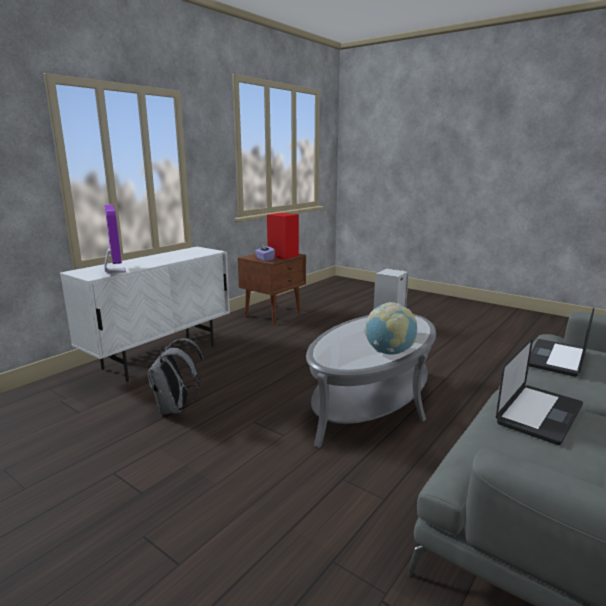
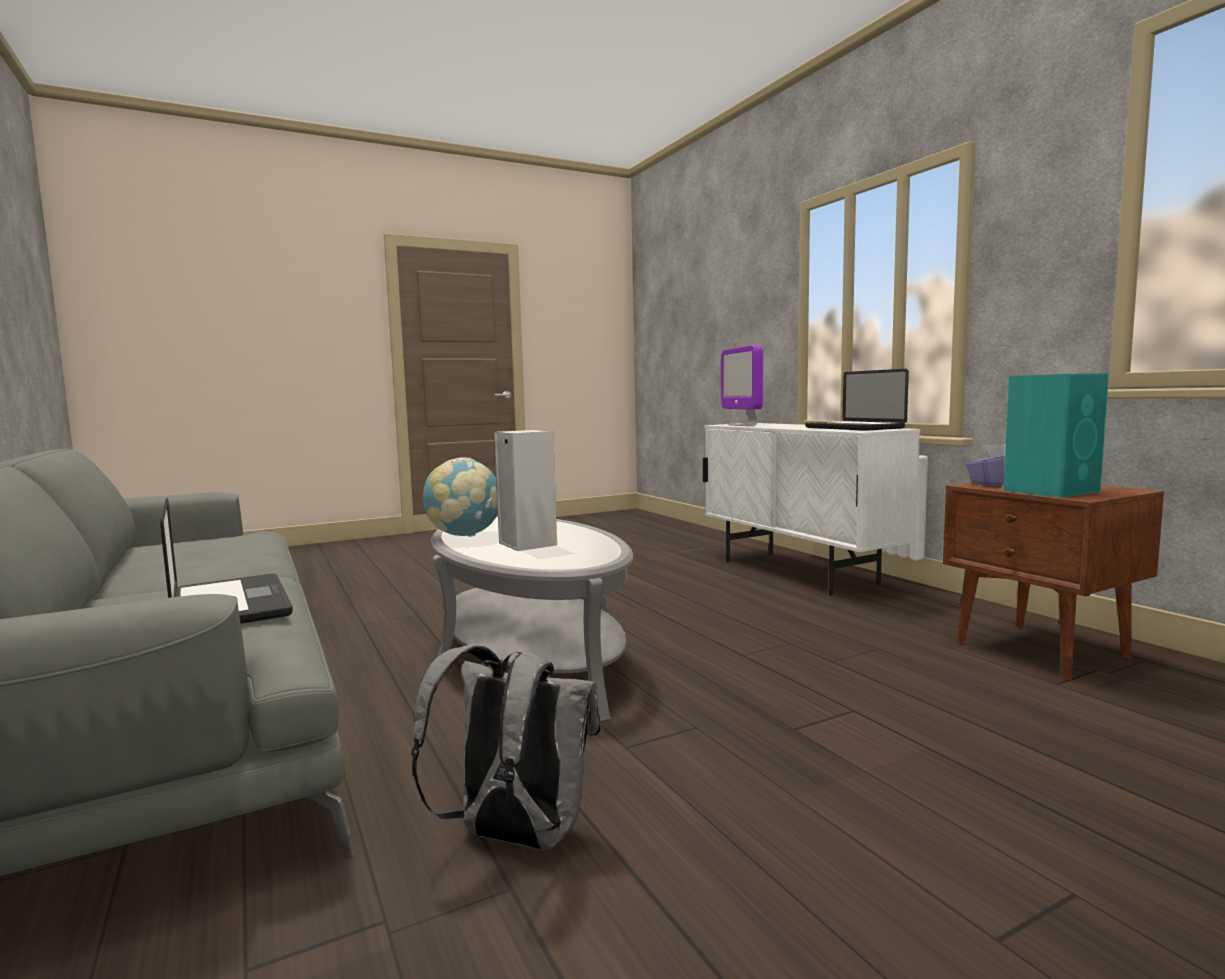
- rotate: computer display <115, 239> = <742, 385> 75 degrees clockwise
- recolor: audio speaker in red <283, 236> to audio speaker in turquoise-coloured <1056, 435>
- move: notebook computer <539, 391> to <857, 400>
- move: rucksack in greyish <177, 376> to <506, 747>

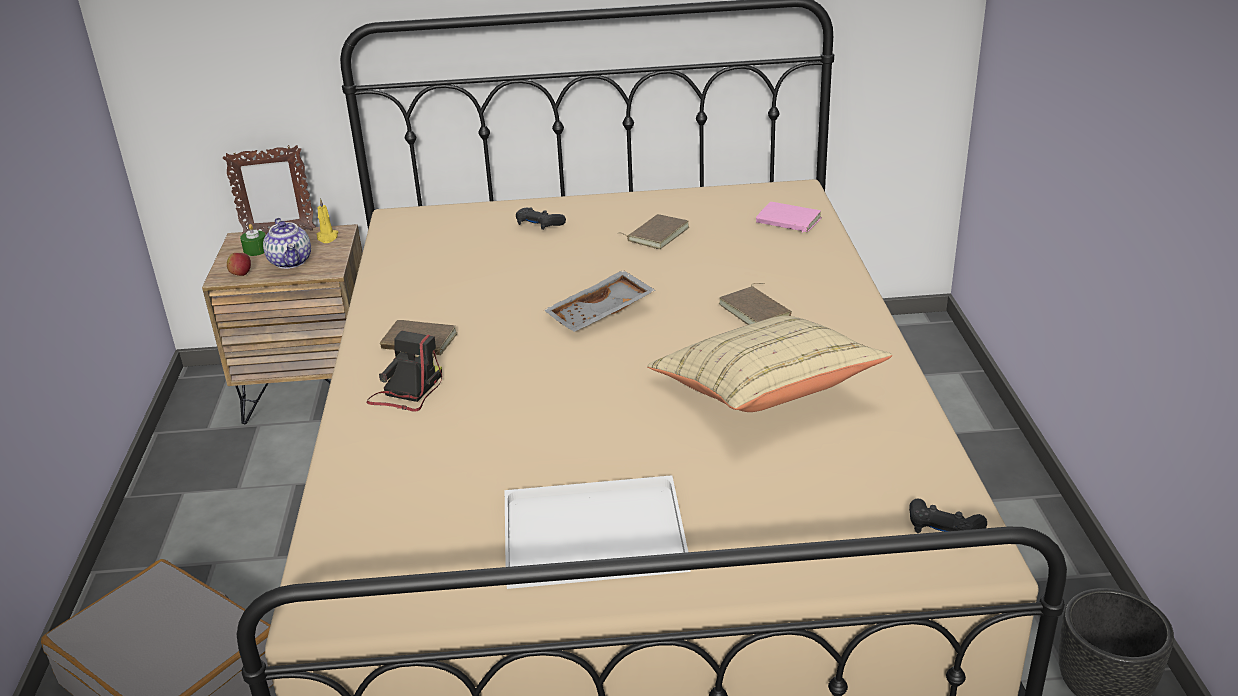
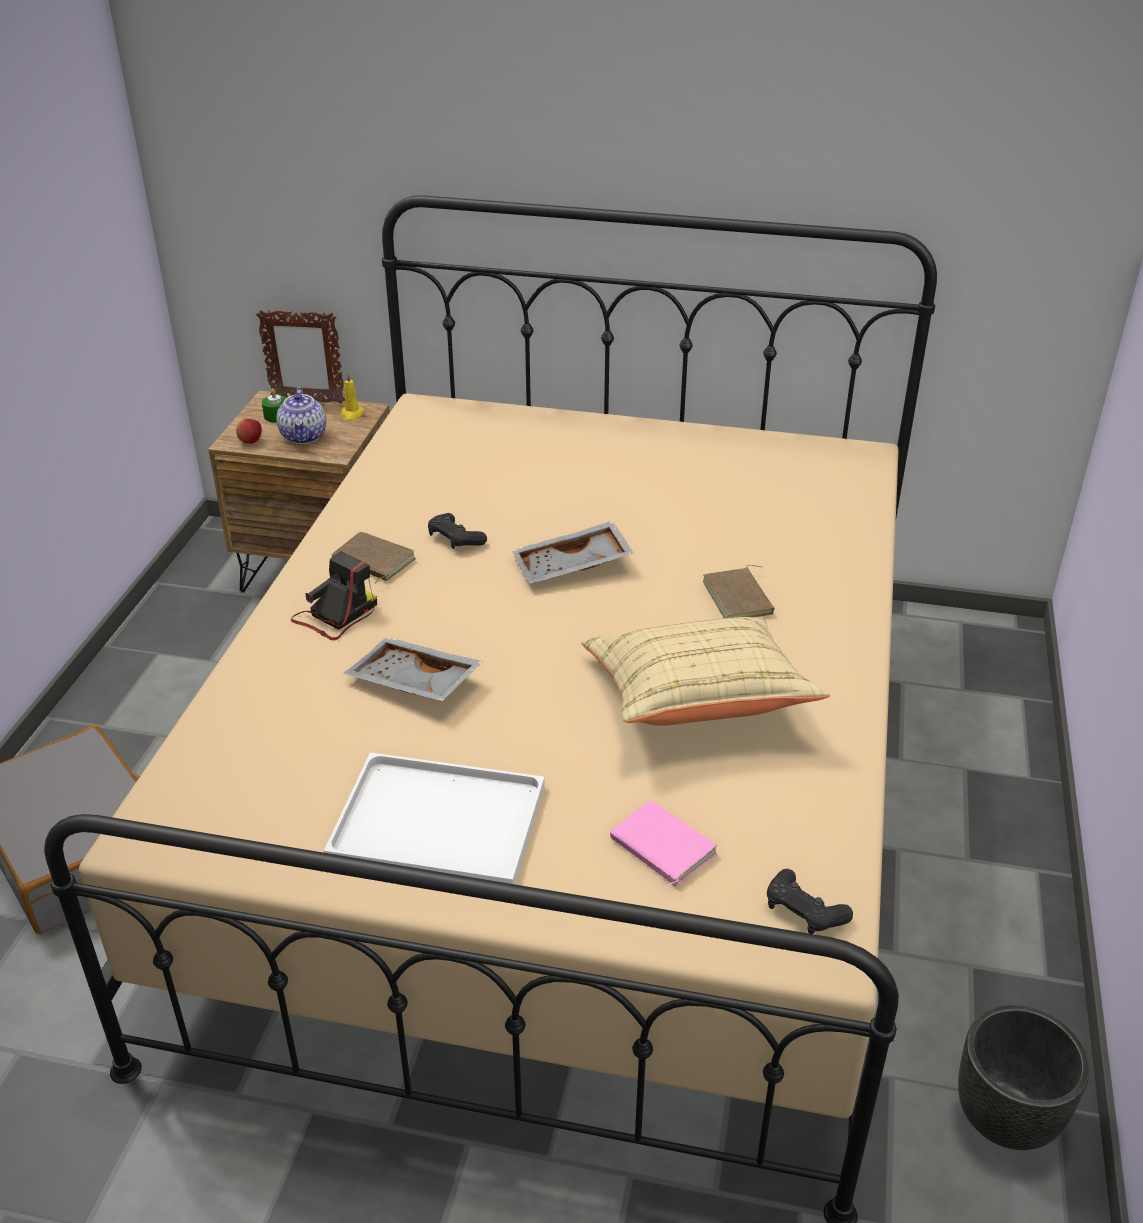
- move: volume in pinkish <789, 217> to <663, 846>
- move: joypad in blackish <541, 219> to <457, 531>
- delete: volume in brown <655, 231>
- insert: serving tray in greyish <413, 669>

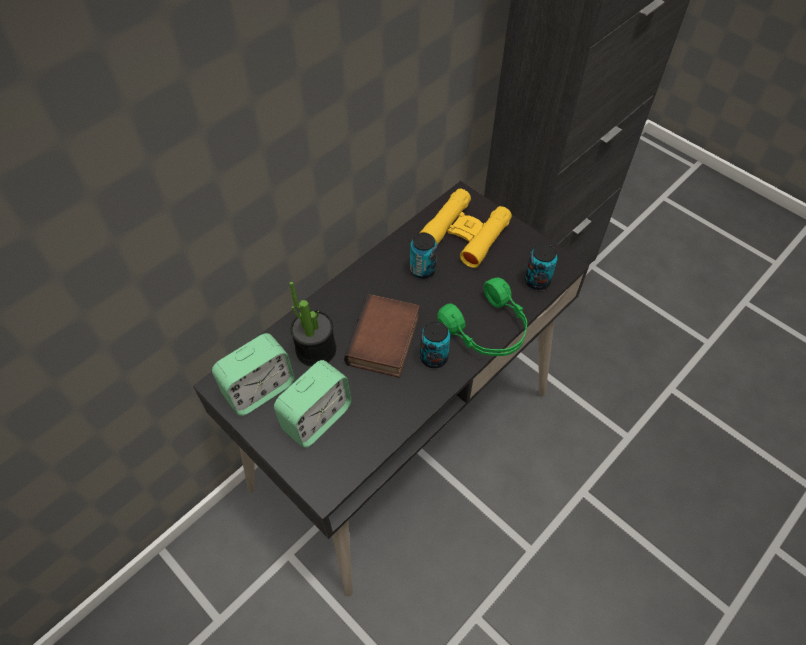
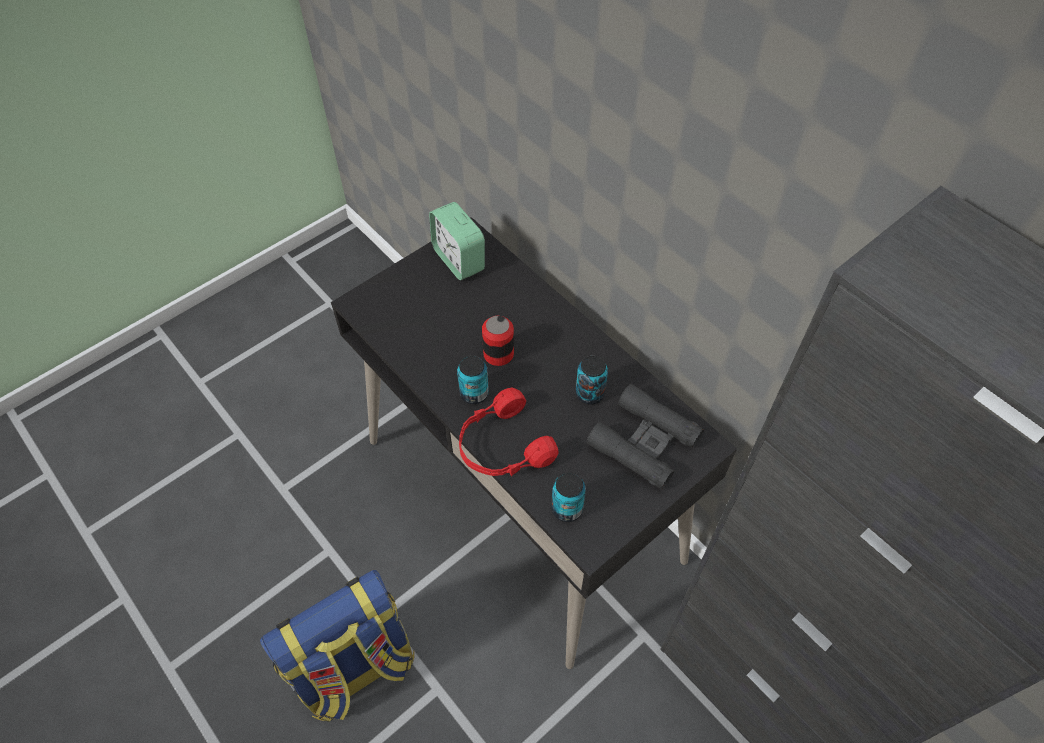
- recolor: binoculars in yellow-coloured <466, 228> to binoculars in blackish <645, 436>
- recolor: headphones in greenish <482, 317> to headphones in red <508, 432>
- delete: plant in a pot <313, 324>
- replace: volume <382, 336> to can <498, 341>
- delete: bedside clock <313, 404>
- insert: rucksack <337, 646>

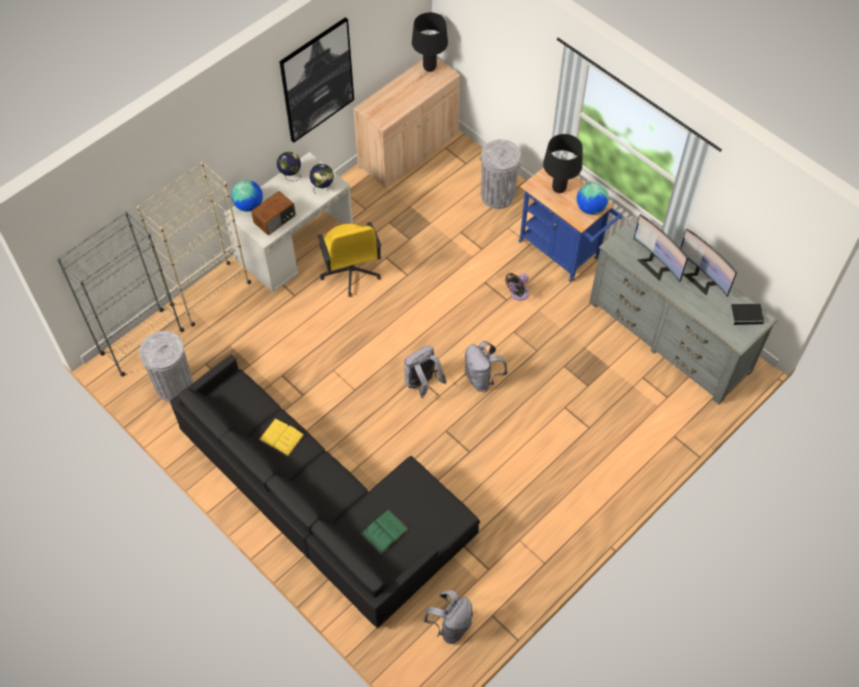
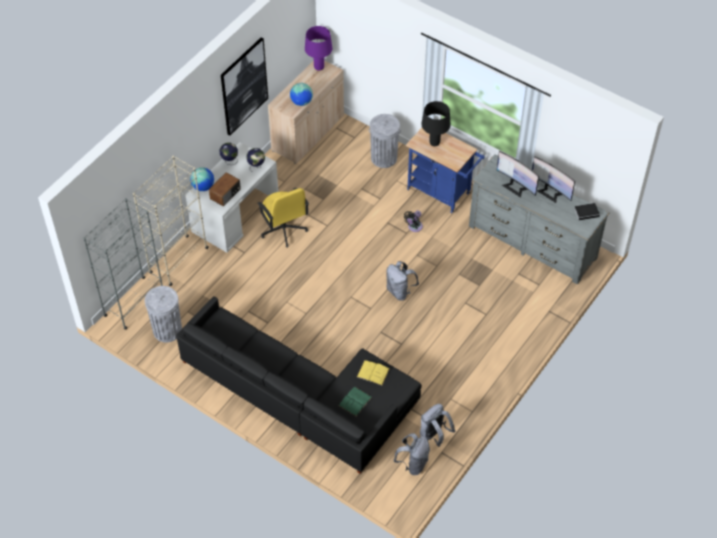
- recolor: lamp for a table in blackish <430, 42> to lamp for a table in purple <318, 48>
- move: desk globe <593, 199> to <301, 94>
- move: rucksack in greyish <425, 372> to <438, 425>
- move: volume in yellow-coloured <281, 437> to <373, 372>

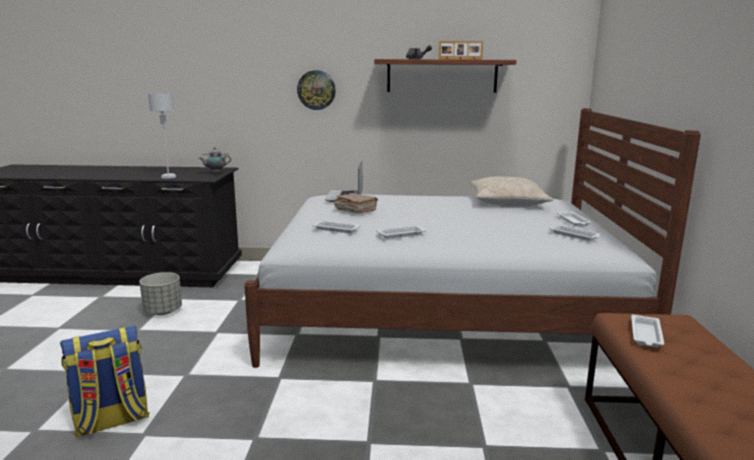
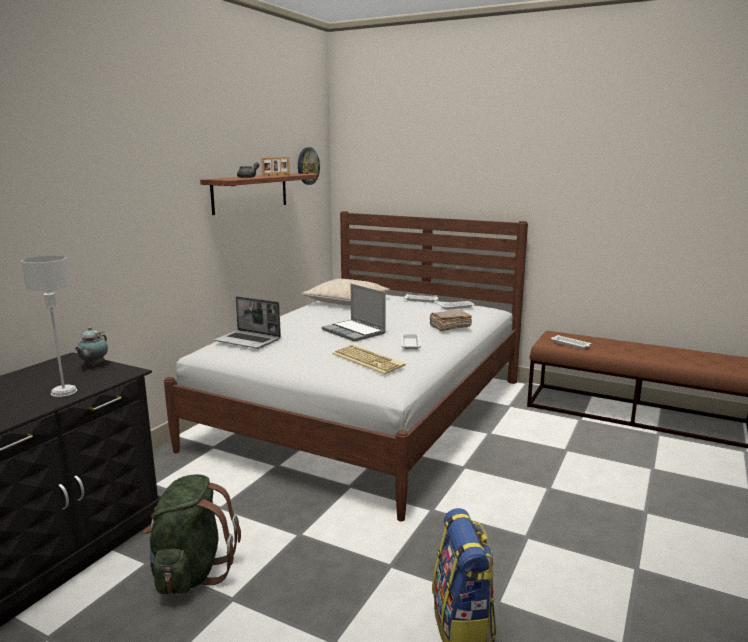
- move: clock on the wall <316, 90> to <309, 166>
- move: volume in brown <356, 203> to <451, 320>
- replace: serving tray in whitish <337, 227> to computer keyboard <369, 359>
- replace: plant pot in greyish <161, 293> to rucksack in greenish <192, 534>
- insert: notebook computer <354, 313>

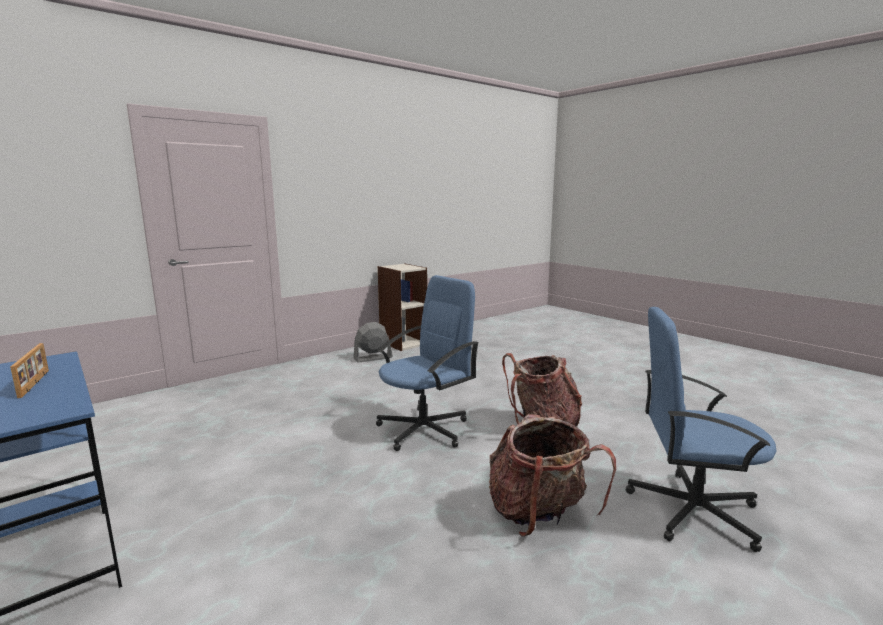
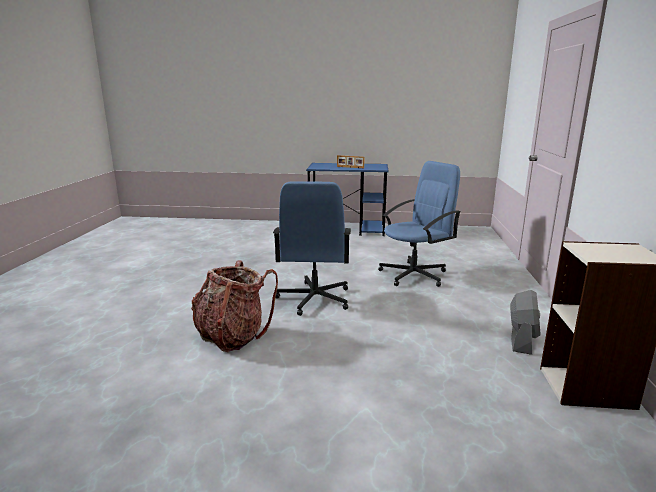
- move: office chair in blue <701, 429> to <419, 224>
- delete: rucksack <552, 475>

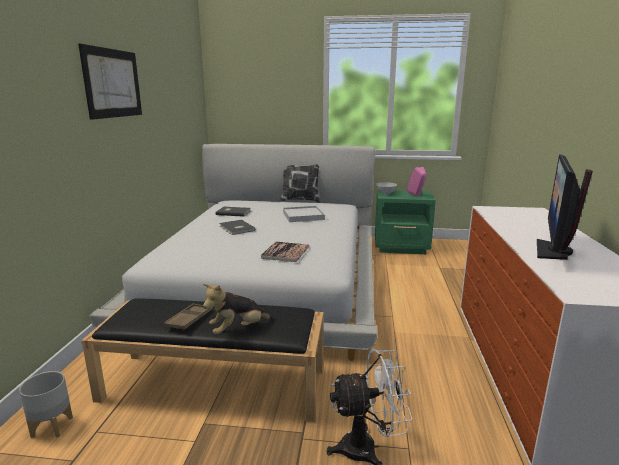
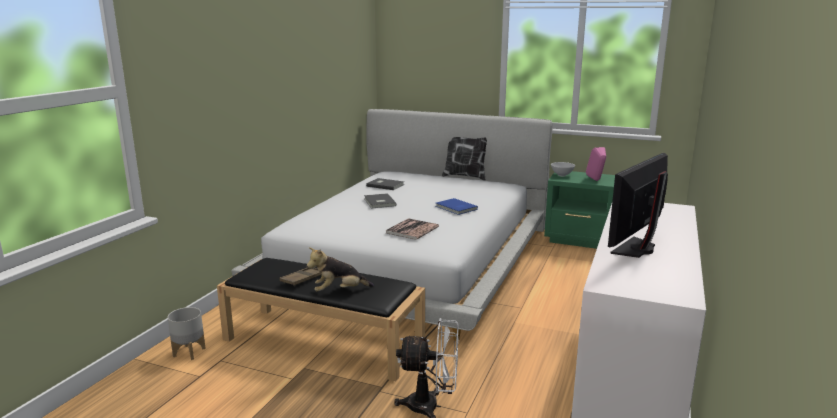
- delete: picture <110, 82>
- delete: serving tray in whitish <304, 214>
- insert: volume in blue <457, 206>

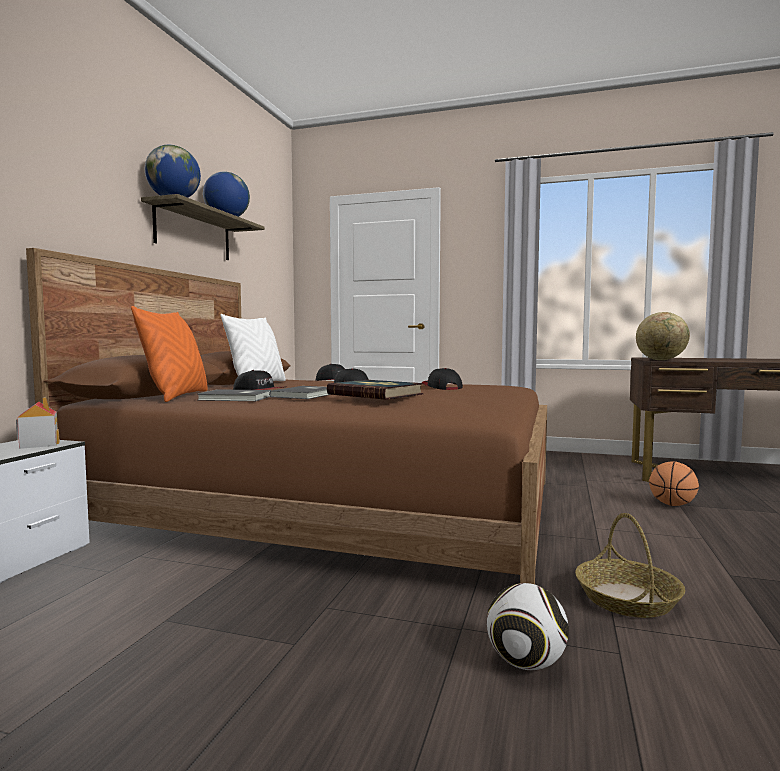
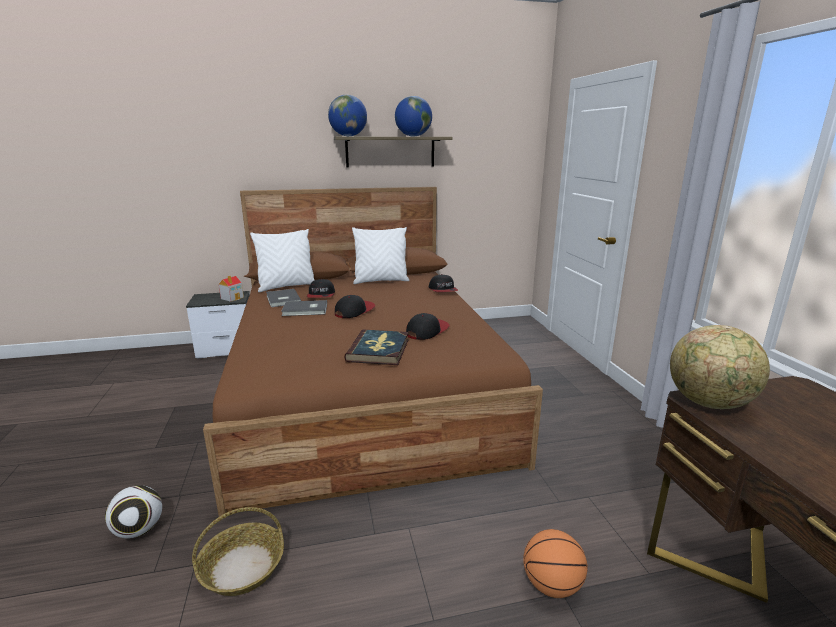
- recolor: throw pillow in orange-coloured <169, 354> to throw pillow in whitish <282, 260>
- move: volume <375, 390> to <376, 347>

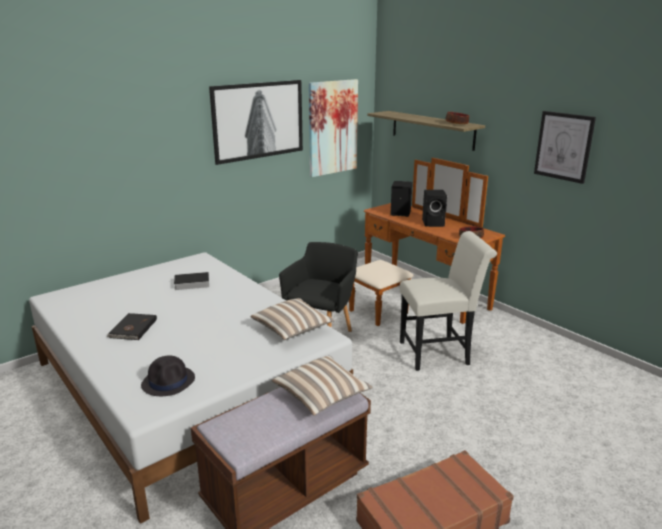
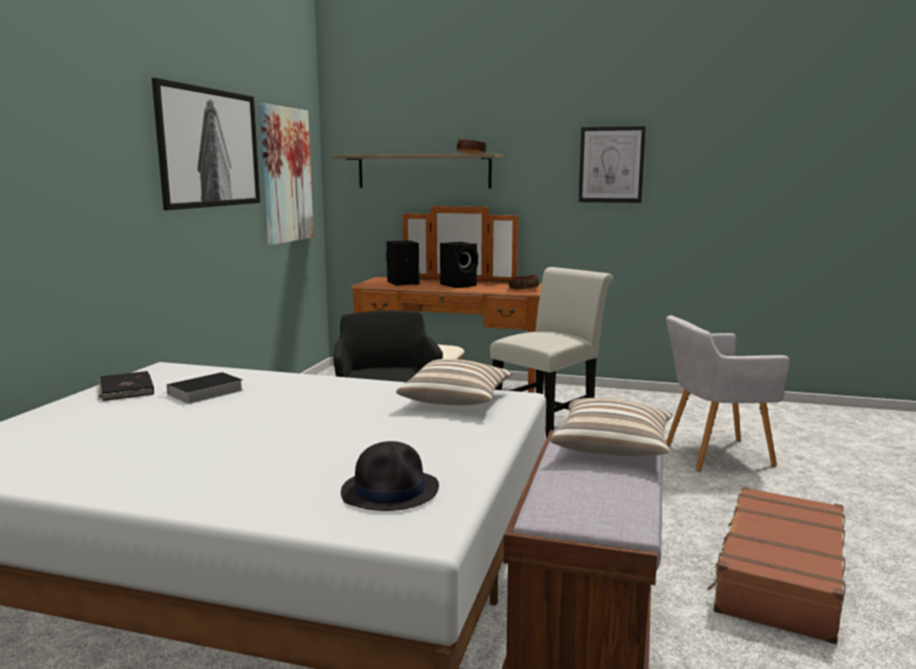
- move: volume in blackish <131, 326> to <126, 386>
- insert: armchair in greyish <728, 393>

